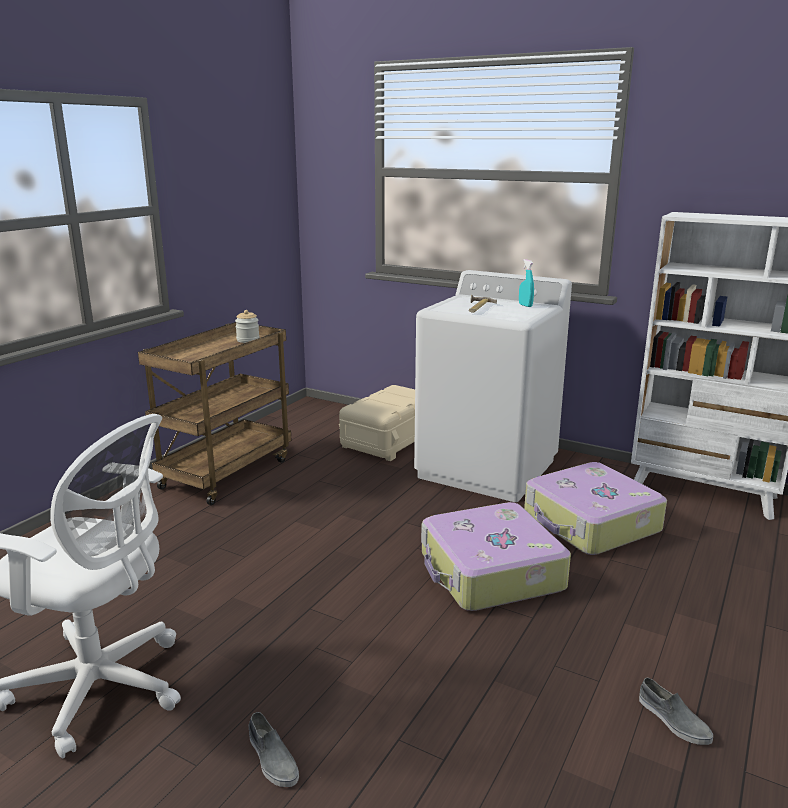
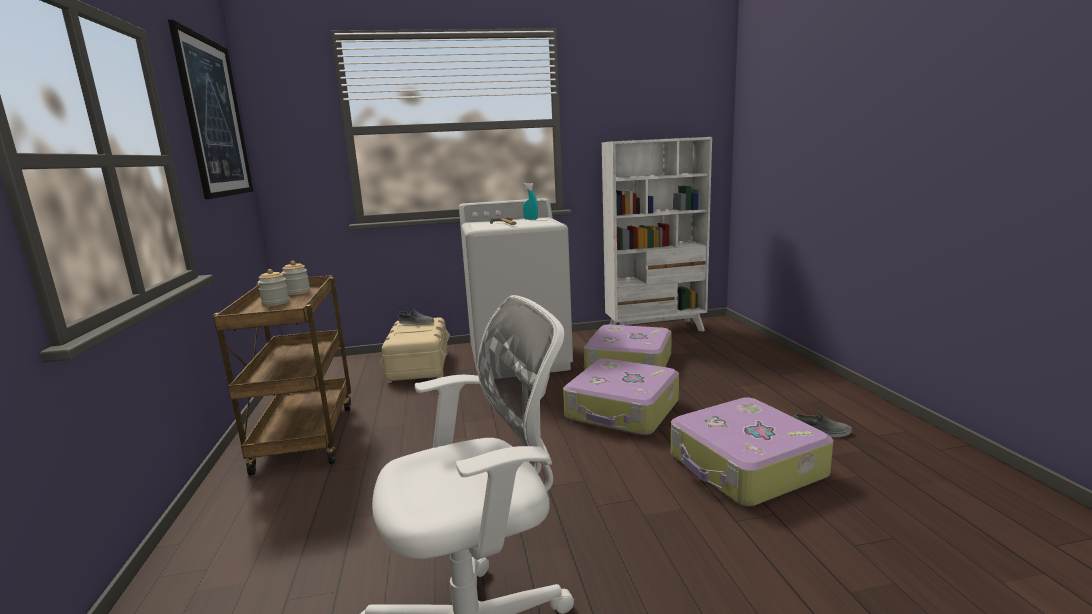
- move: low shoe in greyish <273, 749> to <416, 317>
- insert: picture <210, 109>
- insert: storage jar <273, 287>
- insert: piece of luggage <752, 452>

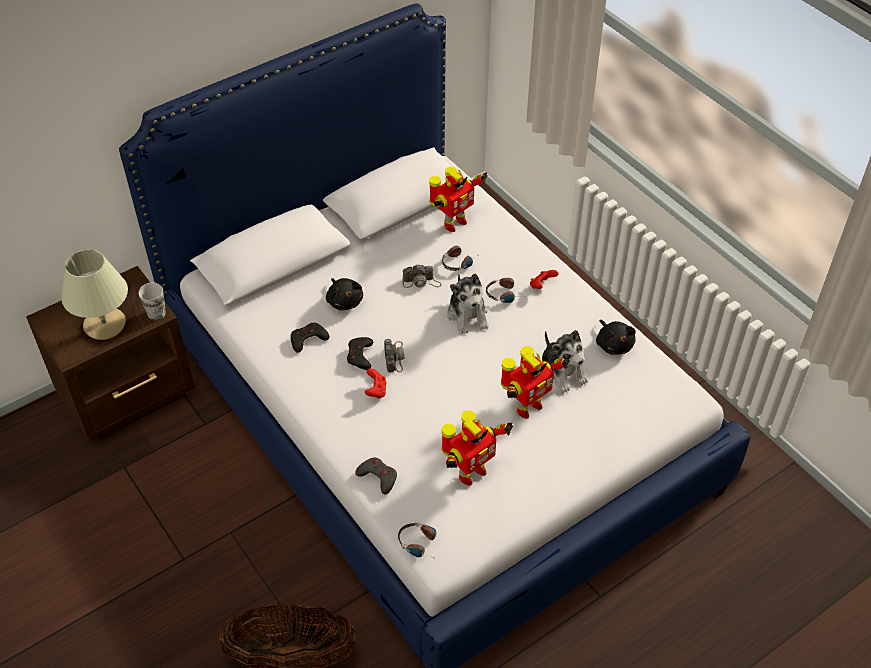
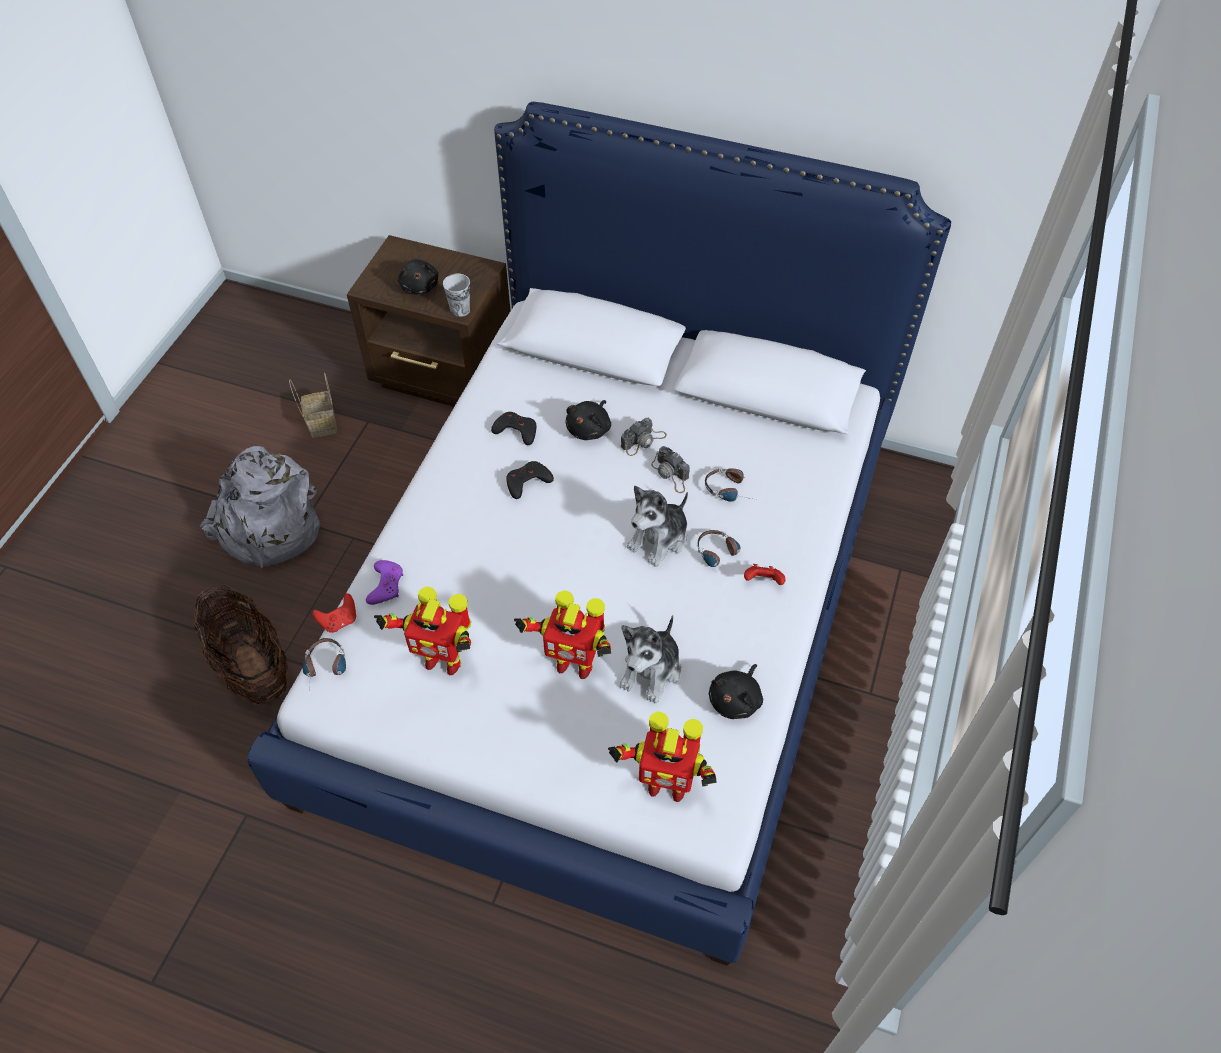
- move: robot figure <458, 199> to <662, 757>
- replace: lamp for a table in sand-coloured <94, 294> to soft toy in blackish <418, 276>
- move: photo camera <394, 355> to <644, 437>
- move: joypad in red <376, 383> to <334, 613>
- recolor: joypad in greyish <376, 475> to joypad in purple <384, 582>
- insert: storage basket <313, 405>
- insert: rucksack in greyish <260, 507>

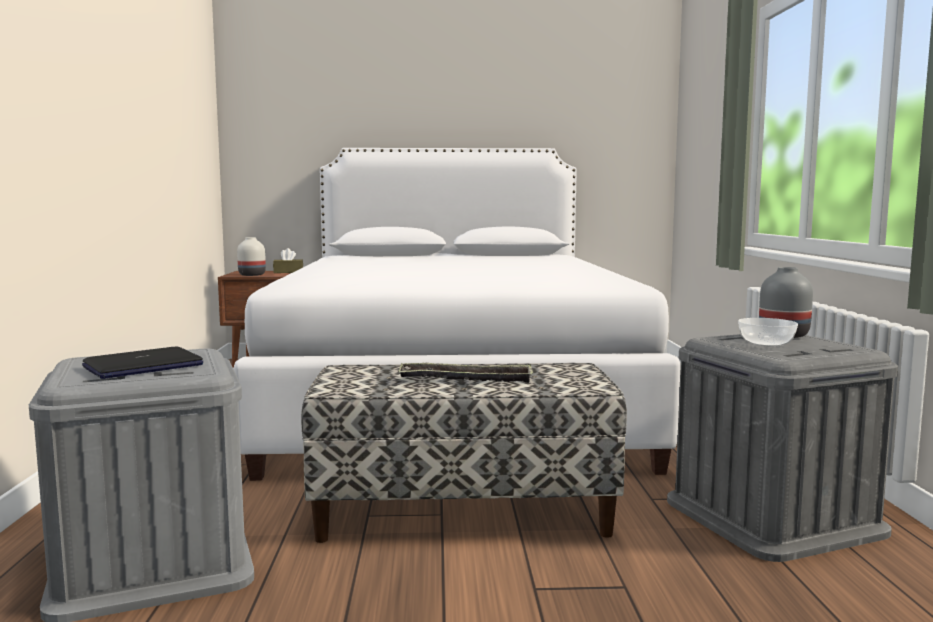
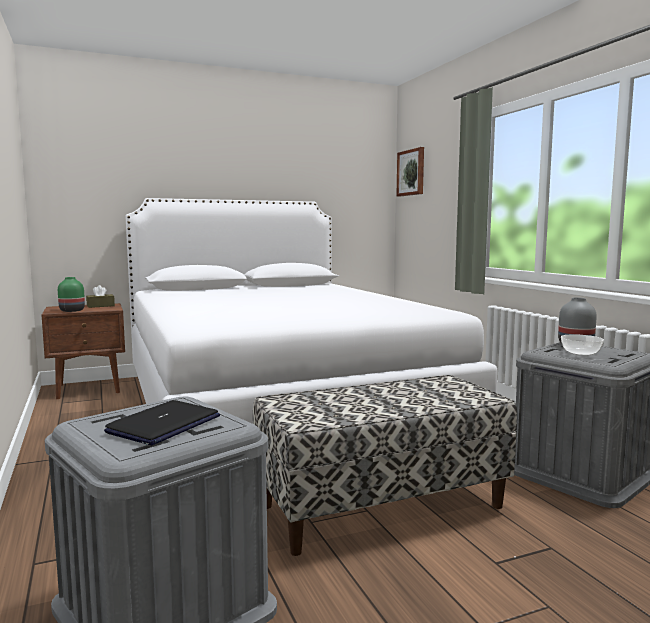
- recolor: vase in whitish <251, 256> to vase in greenish <71, 294>
- delete: serving tray <465, 373>
- insert: picture <410, 171>

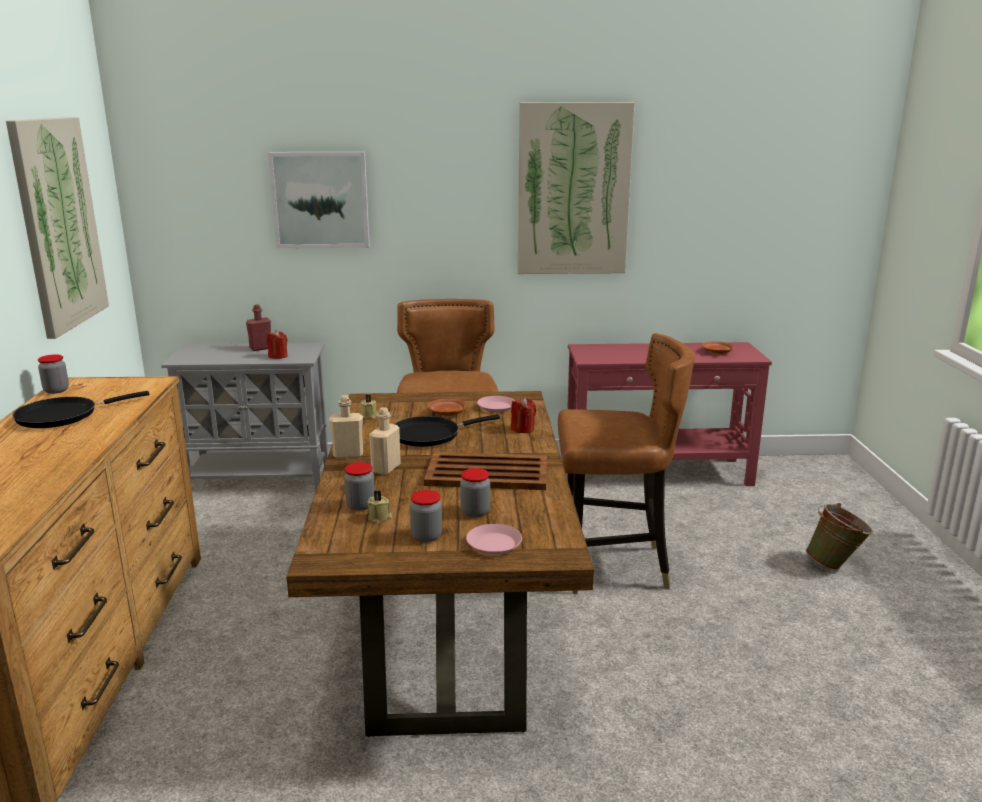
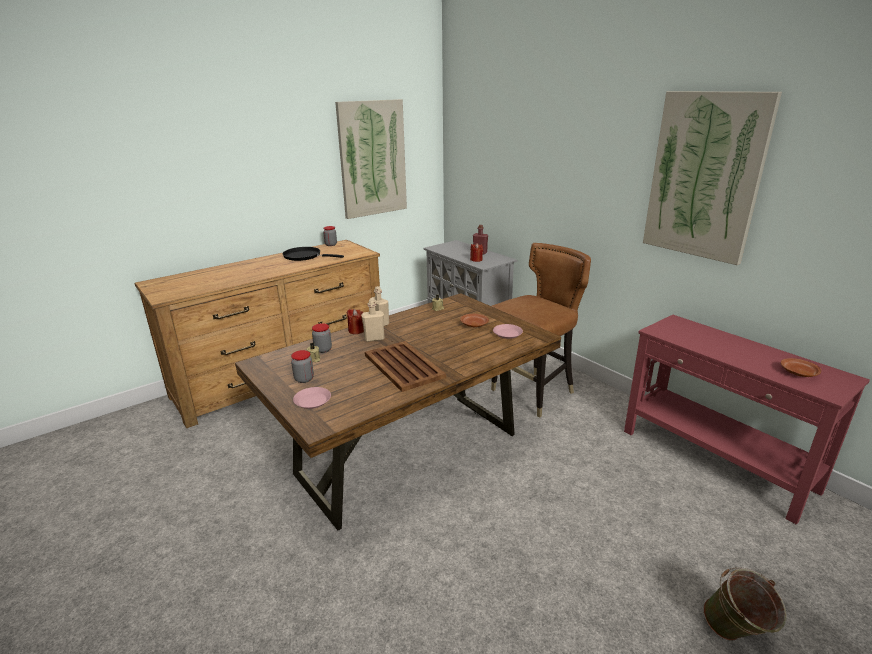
- delete: picture <319, 200>
- delete: chair in brown <626, 463>
- move: wax candle in red <523, 415> to <355, 321>
- delete: frying pan in blackish <447, 431>
- delete: storage jar <475, 492>

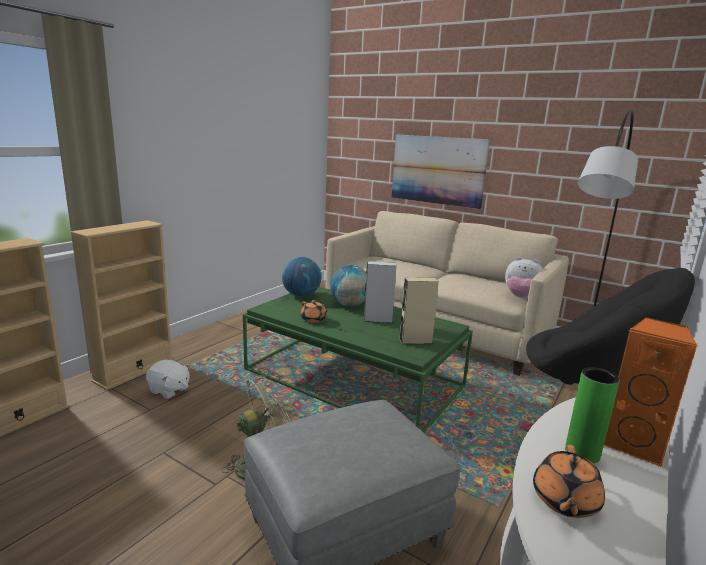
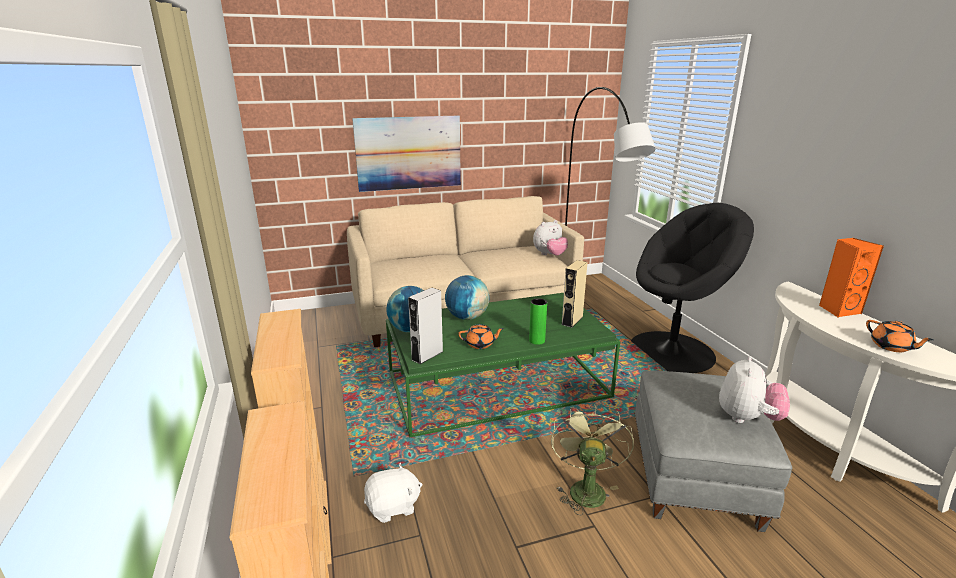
- move: audio speaker in greyish <380, 292> to <425, 326>
- move: vase in greenish <592, 415> to <538, 321>
- insert: soft toy <754, 389>

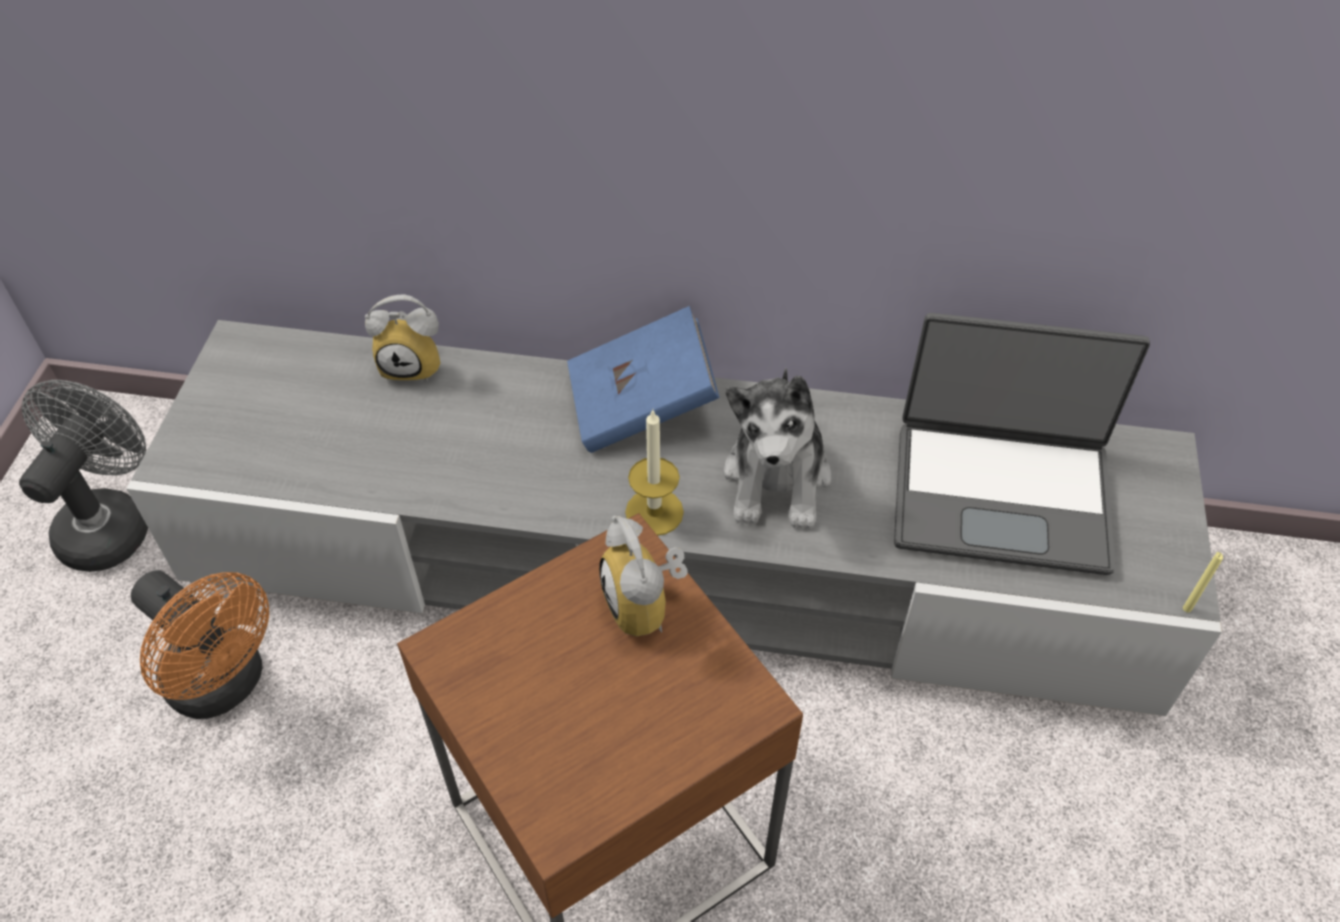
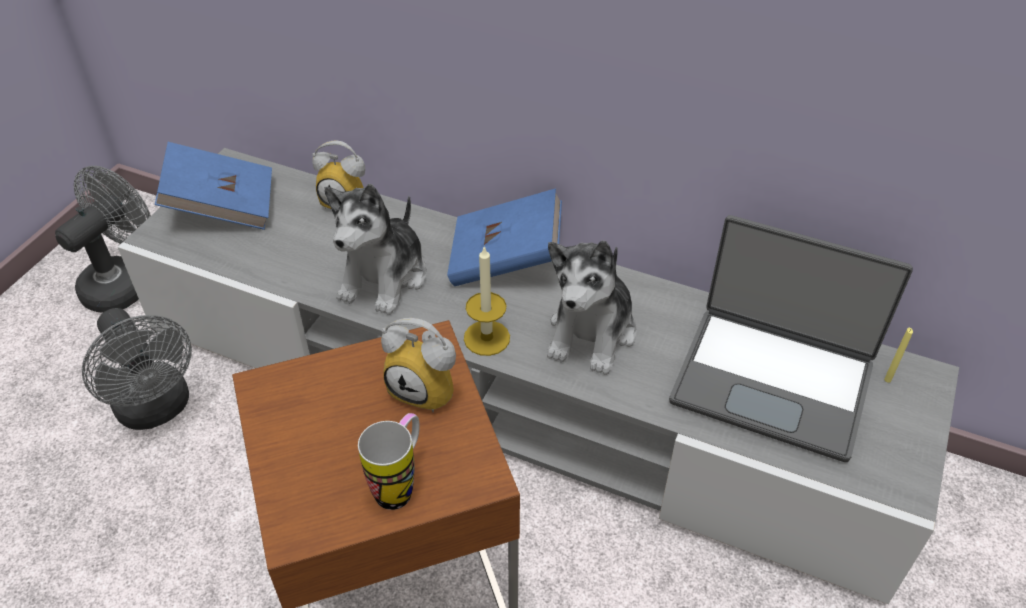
- rotate: bedside clock <643, 576> = <418, 365> 60 degrees counterclockwise
- move: wax candle in yellow-coloured <1203, 582> to <898, 355>
- recolor: cooling fan in orange-coloured <200, 644> to cooling fan in greyish <137, 369>
- insert: volume in blue <213, 186>
- insert: soft toy <375, 249>
- insert: coffee mug <389, 461>

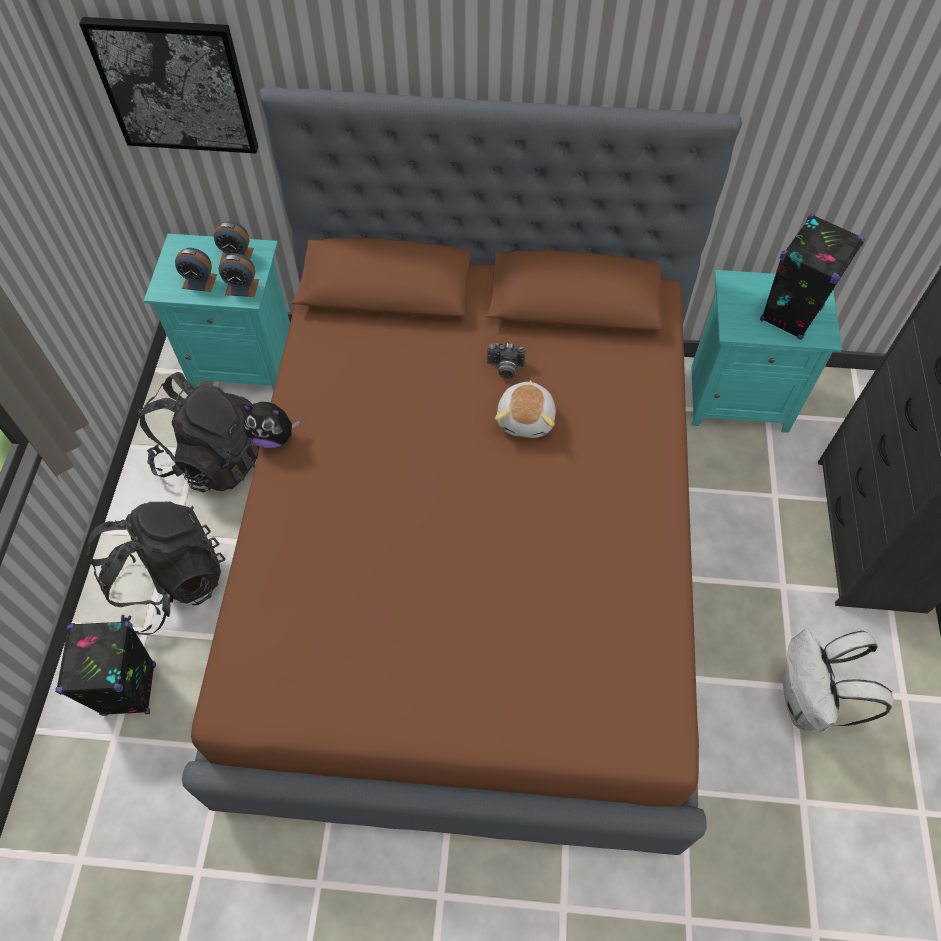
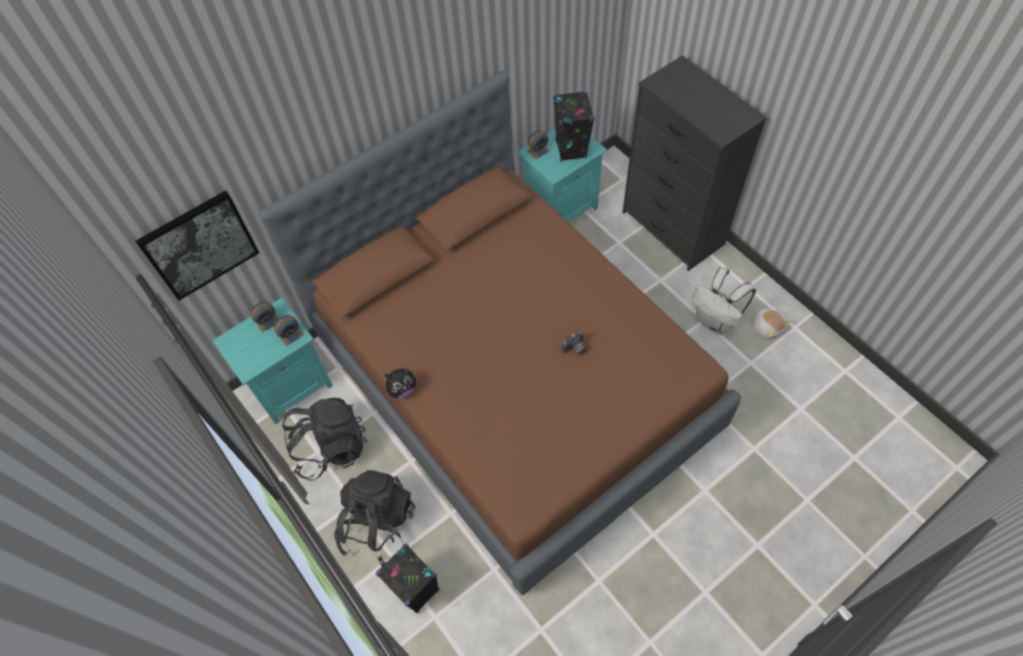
- move: bedside clock <196, 270> to <538, 144>
- move: photo camera <506, 361> to <574, 342>
- move: soft toy <525, 409> to <772, 324>

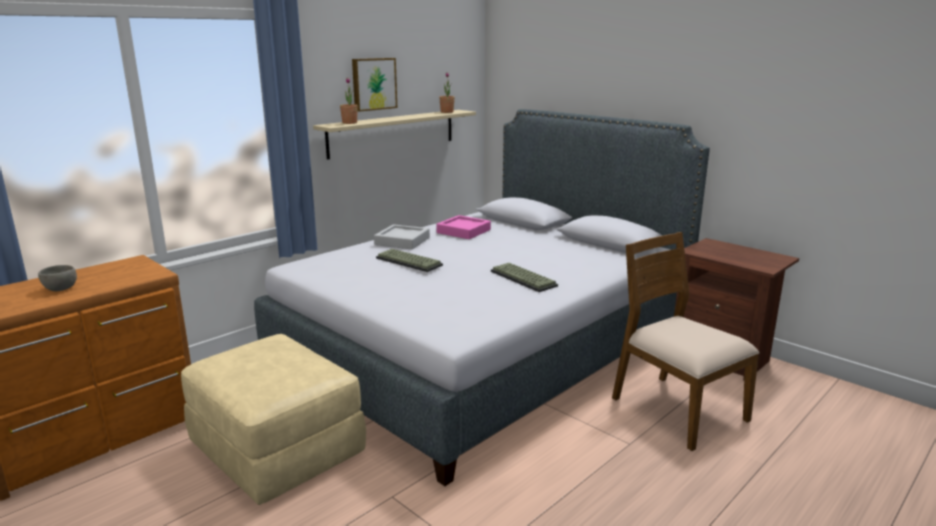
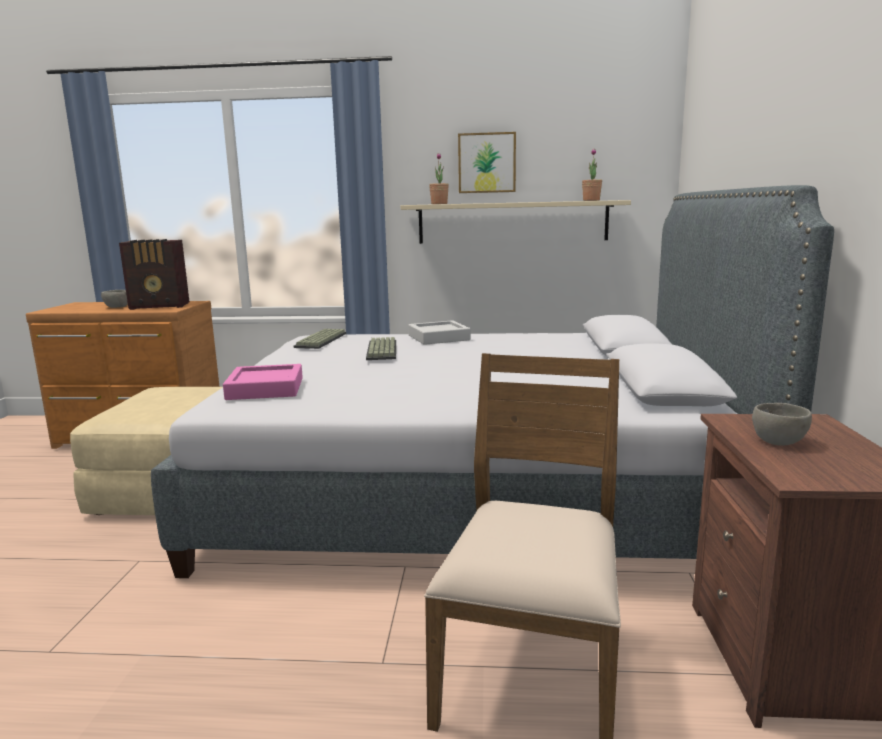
- move: serving tray in pinkish <463, 227> to <263, 382>
- move: computer keyboard <524, 277> to <320, 339>
- insert: radio <154, 274>
- insert: bowl in greyish <782, 424>

